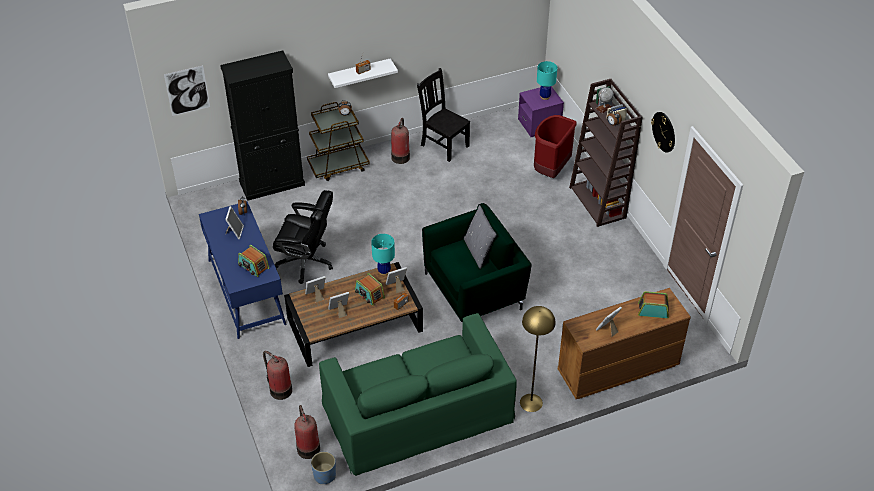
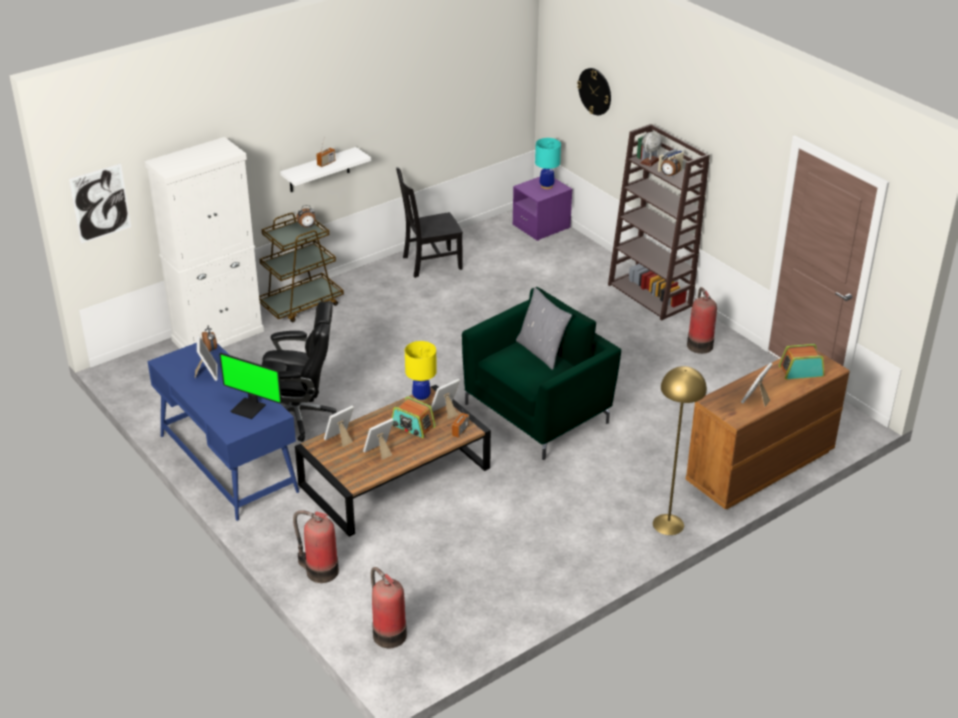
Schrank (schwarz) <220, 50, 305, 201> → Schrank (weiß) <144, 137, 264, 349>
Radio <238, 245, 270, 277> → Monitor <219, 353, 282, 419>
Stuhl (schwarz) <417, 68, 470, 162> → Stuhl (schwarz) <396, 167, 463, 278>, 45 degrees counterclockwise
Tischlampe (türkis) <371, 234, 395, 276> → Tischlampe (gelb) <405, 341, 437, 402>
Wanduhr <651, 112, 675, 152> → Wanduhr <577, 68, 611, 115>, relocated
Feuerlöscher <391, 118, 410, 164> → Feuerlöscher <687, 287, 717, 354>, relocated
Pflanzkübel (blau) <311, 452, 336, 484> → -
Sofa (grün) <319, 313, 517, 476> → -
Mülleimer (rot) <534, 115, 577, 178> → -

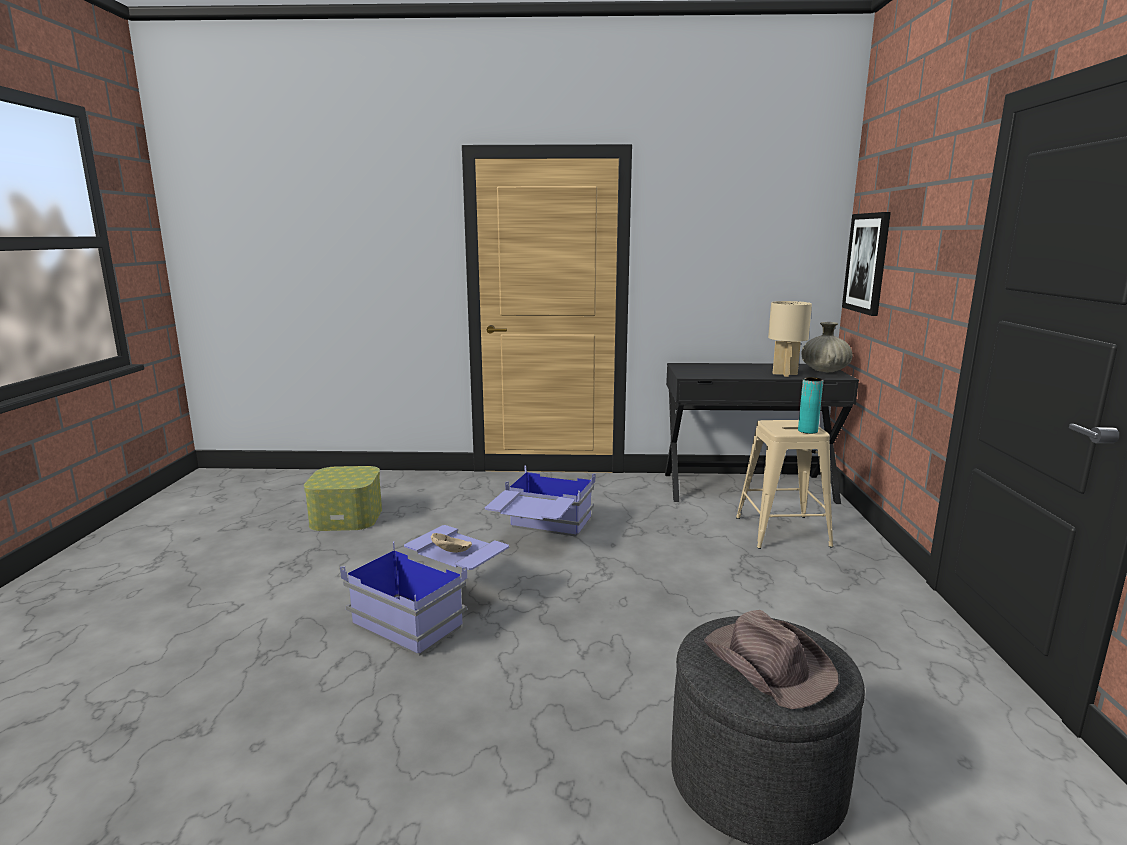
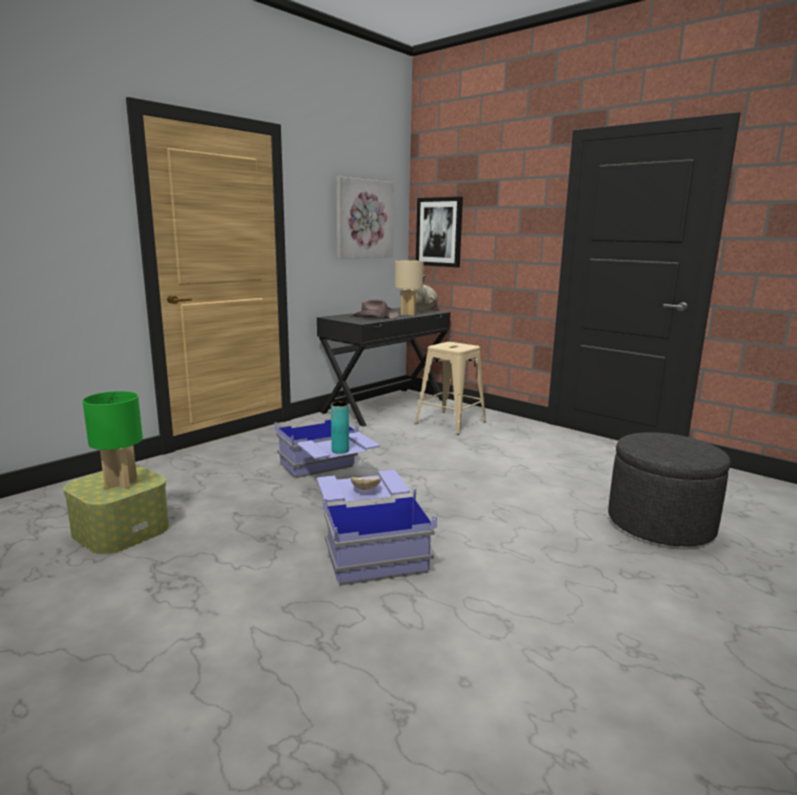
- → Tischlampe (grün) <83, 391, 143, 489>
Vase (türkis) <798, 377, 823, 434> → Vase (türkis) <331, 401, 349, 454>, relocated
- → Bild <336, 177, 394, 259>
Hut (braun) <704, 610, 839, 709> → Hut (braun) <351, 299, 399, 319>, relocated

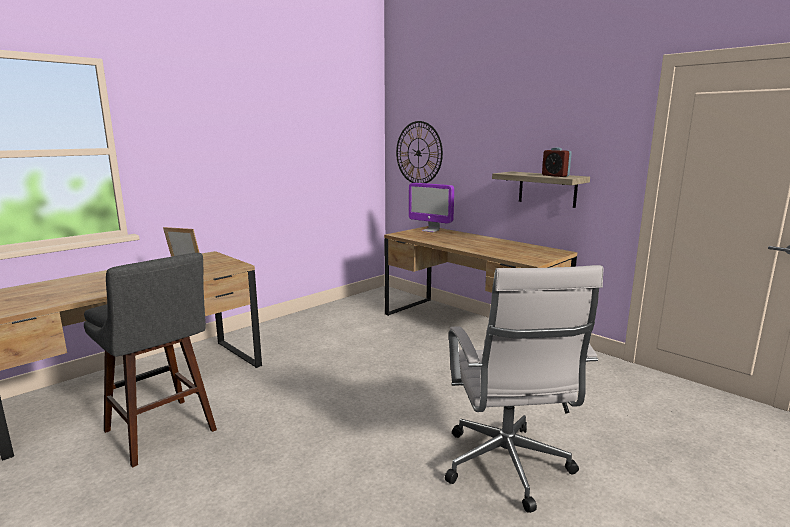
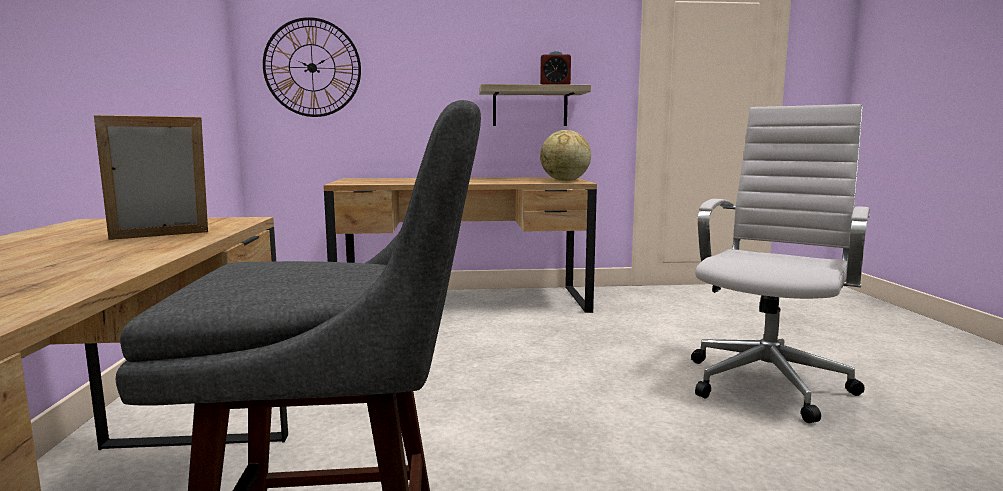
- → Globus <540, 130, 591, 181>
Bürostuhl (weiß) <445, 265, 603, 513> → Bürostuhl (weiß) <691, 104, 870, 423>, 90 degrees counterclockwise
Monitor <408, 183, 454, 232> → -

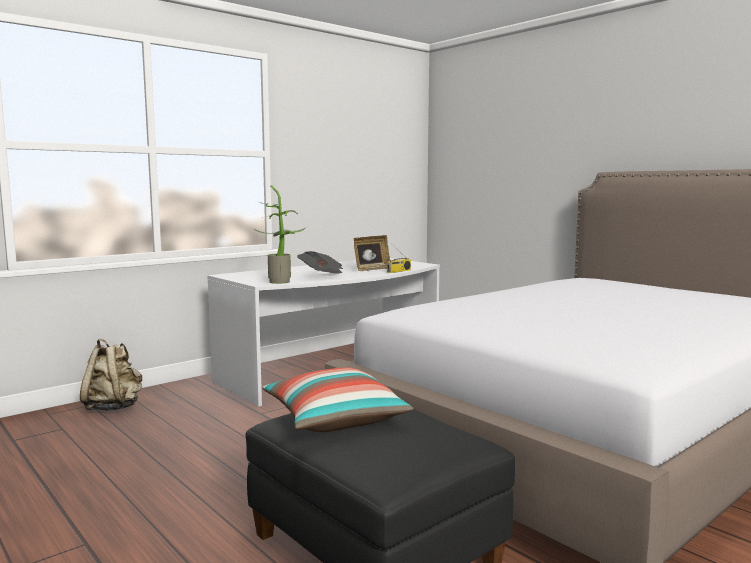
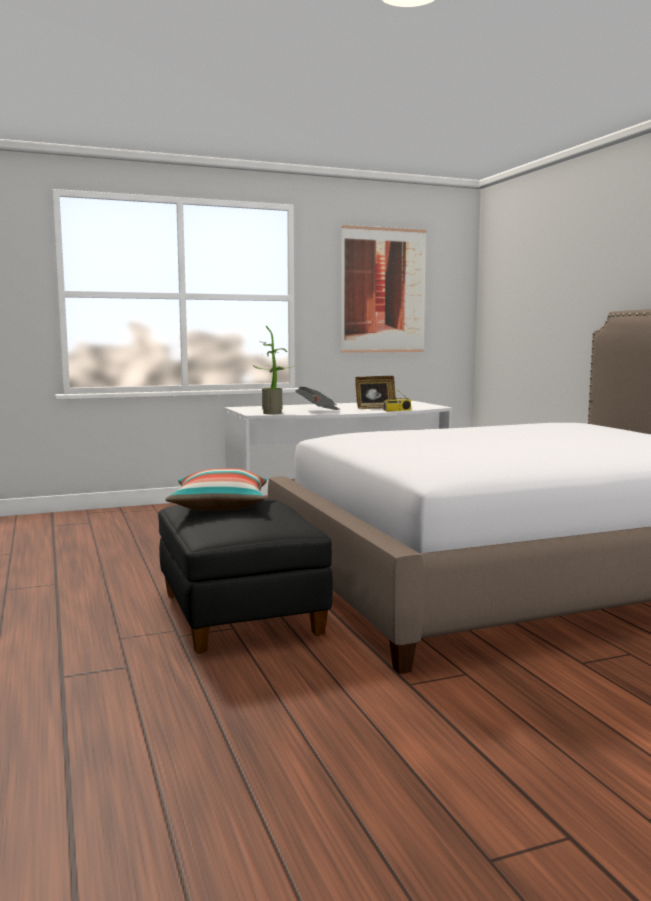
- → Bild <341, 225, 427, 353>
Rucksack (beige) <80, 339, 142, 411> → -

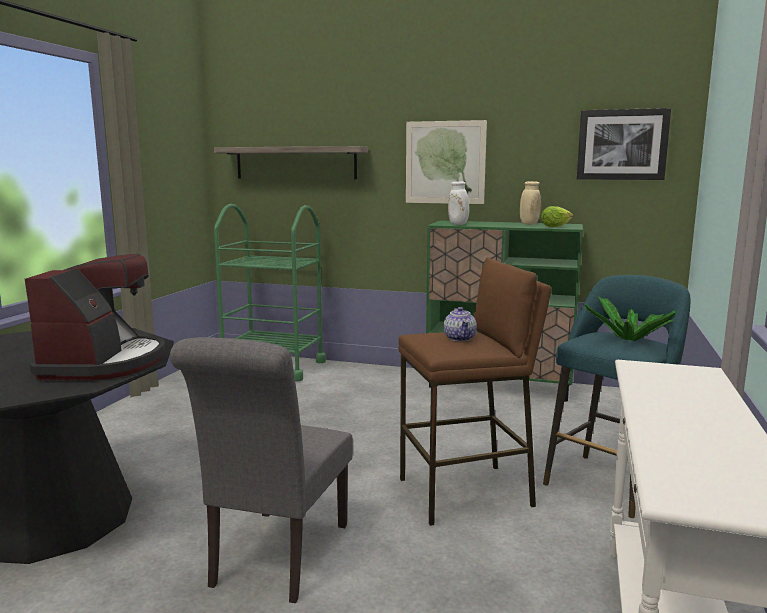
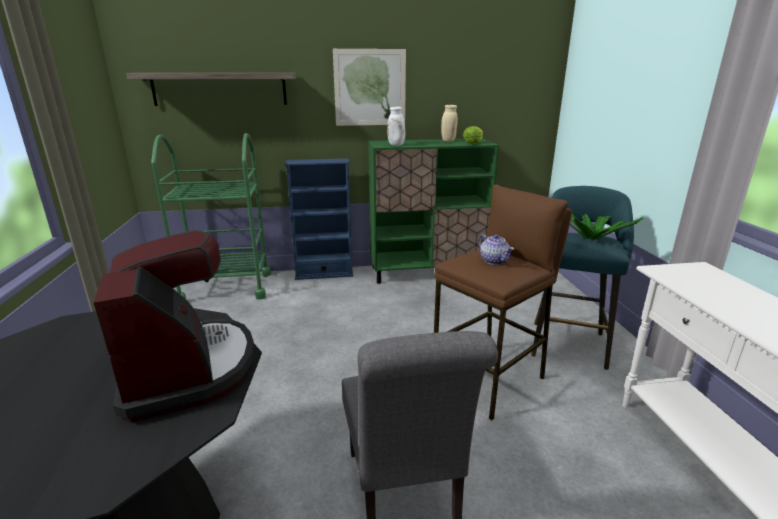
- → Bücherregal (blau) <285, 158, 353, 280>
Bild <577, 108, 671, 180> → -

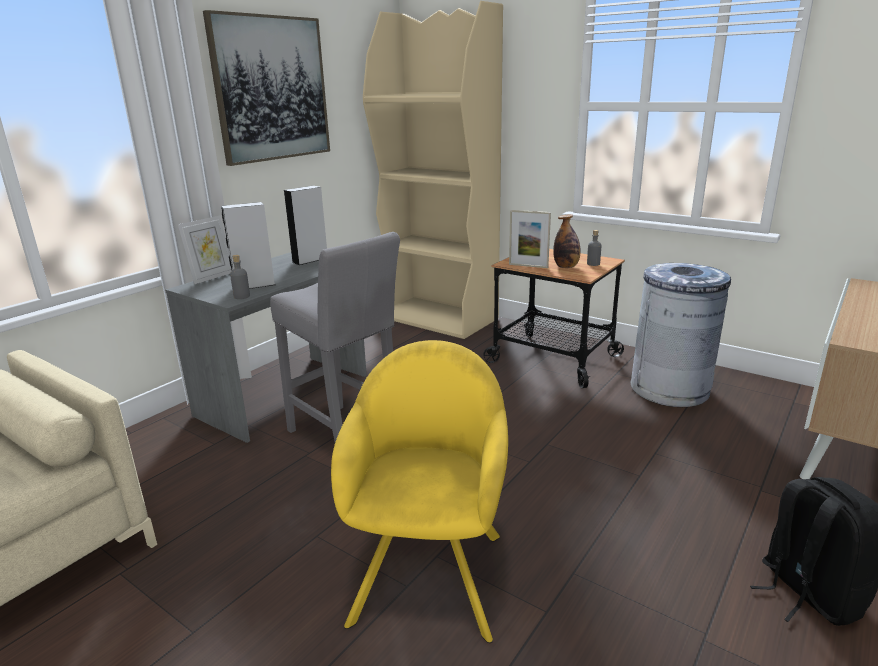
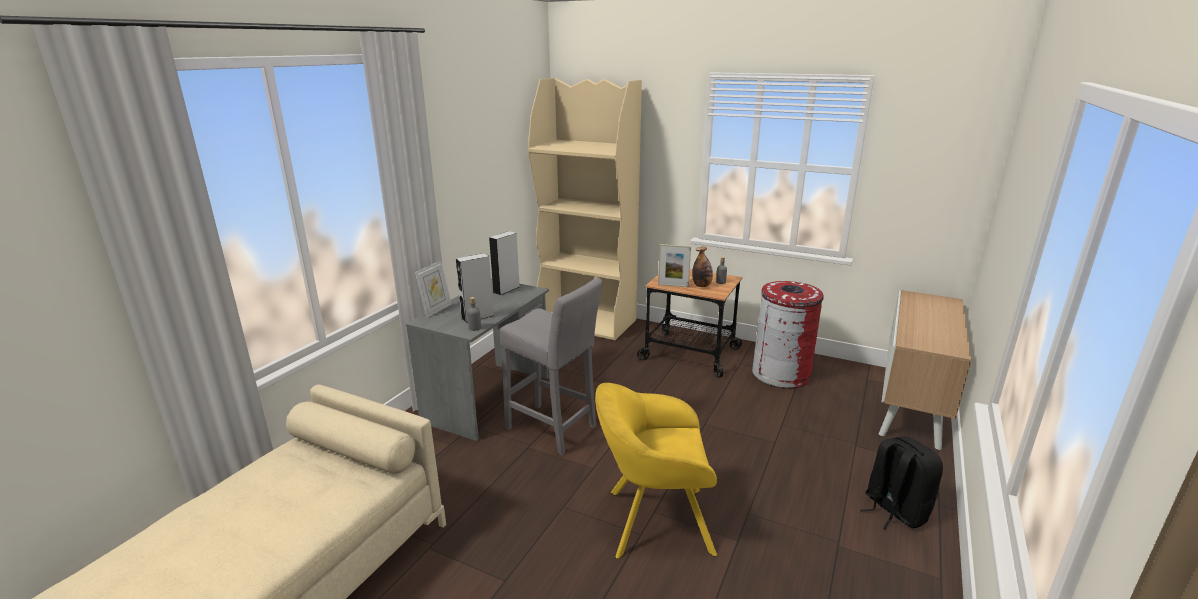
Sessel (gelb) <331, 340, 508, 643> → Sessel (gelb) <595, 383, 717, 559>, 90 degrees counterclockwise
Mülleimer (grau) <630, 263, 731, 407> → Mülleimer (rot) <752, 281, 824, 388>
Bild <203, 10, 330, 166> → -

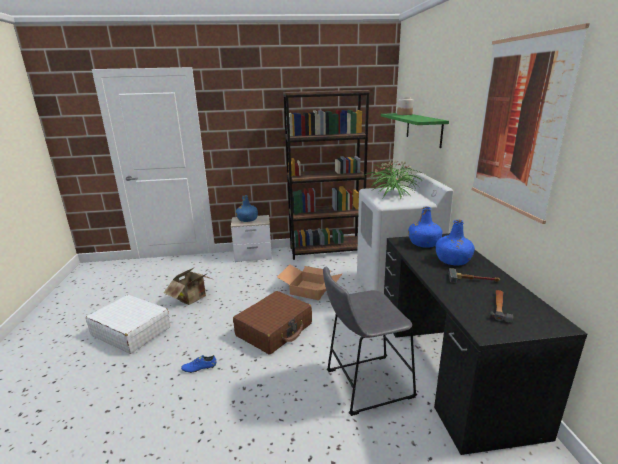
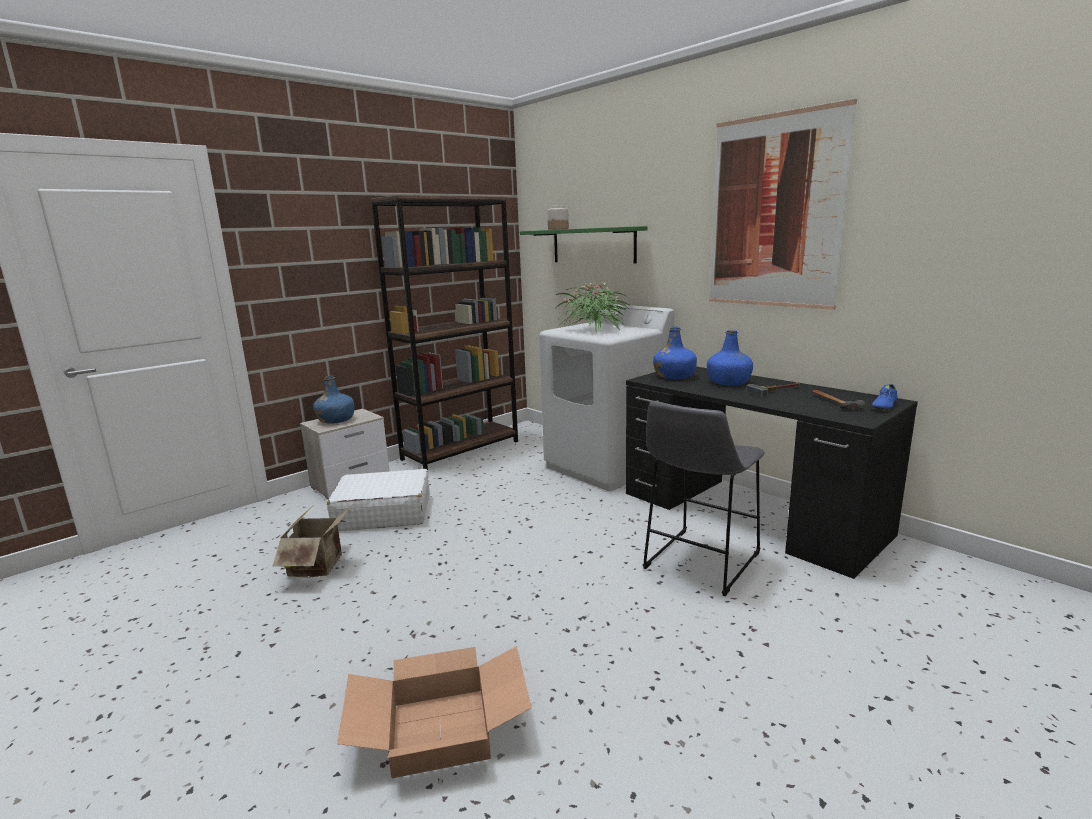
Koffer (weiß) <86, 295, 171, 354> → Koffer (weiß) <327, 469, 430, 531>, relocated
Karton <277, 265, 343, 300> → Karton <337, 646, 531, 778>, relocated
Schuh (blau) <181, 355, 216, 373> → Schuh (blau) <872, 384, 897, 411>, relocated
Koffer (braun) <233, 291, 312, 355> → -

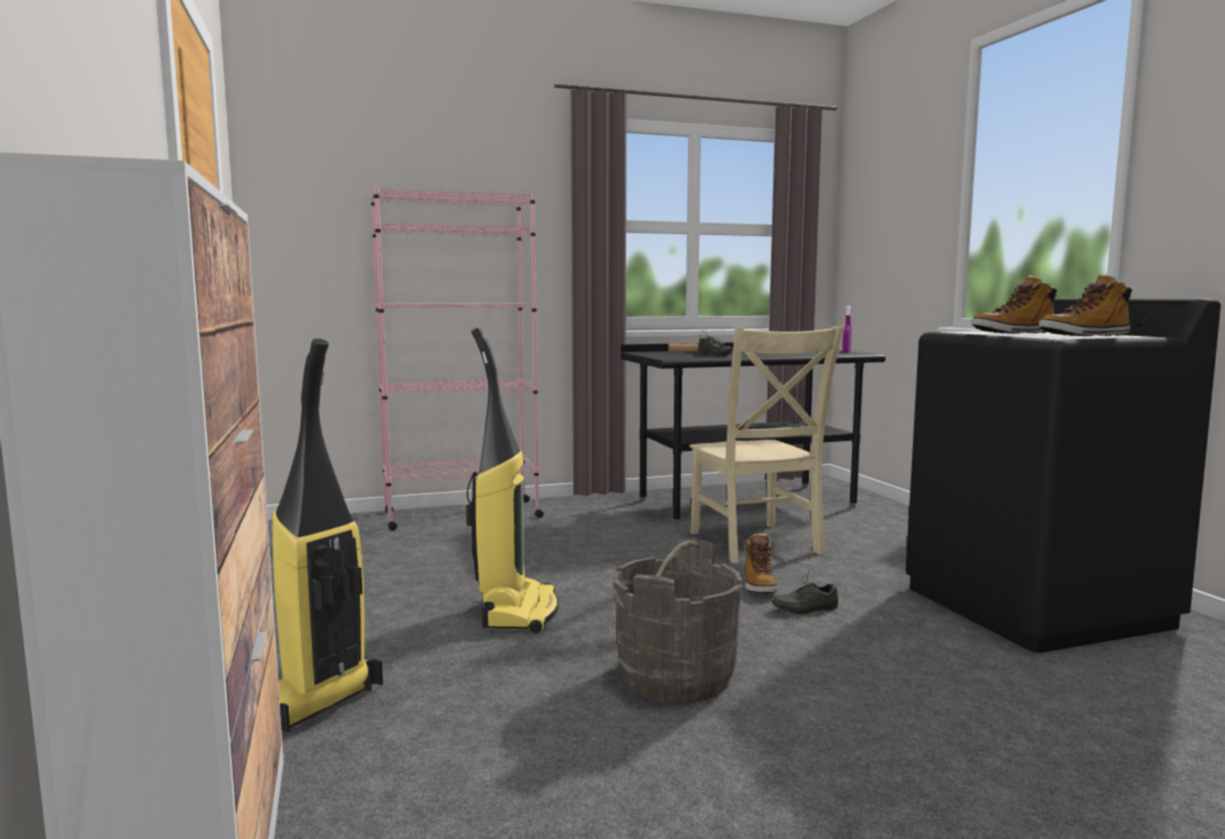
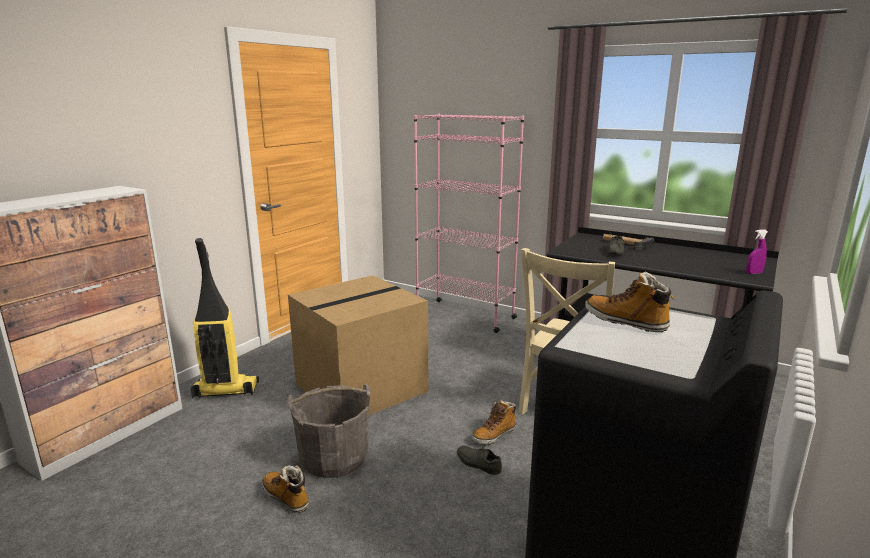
Stiefel <1039, 274, 1132, 336> → Stiefel <262, 465, 309, 513>, relocated
Staubsauger <466, 327, 559, 633> → Karton <288, 275, 428, 415>

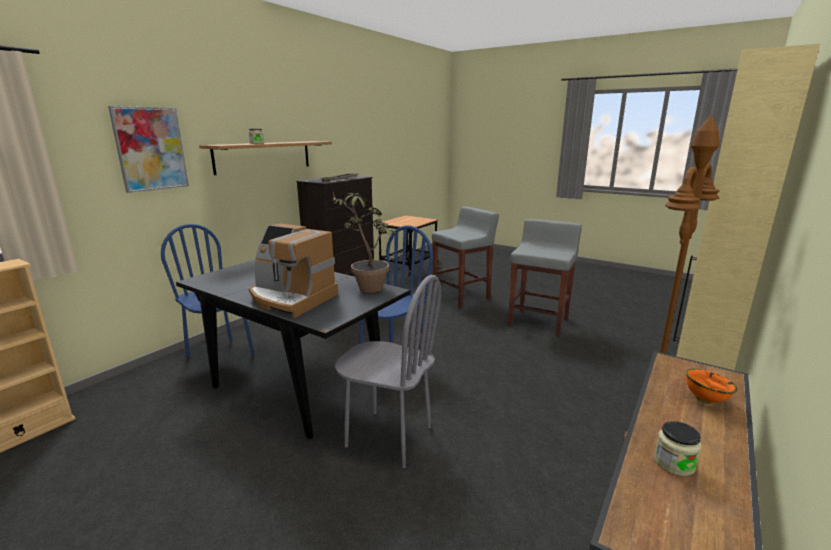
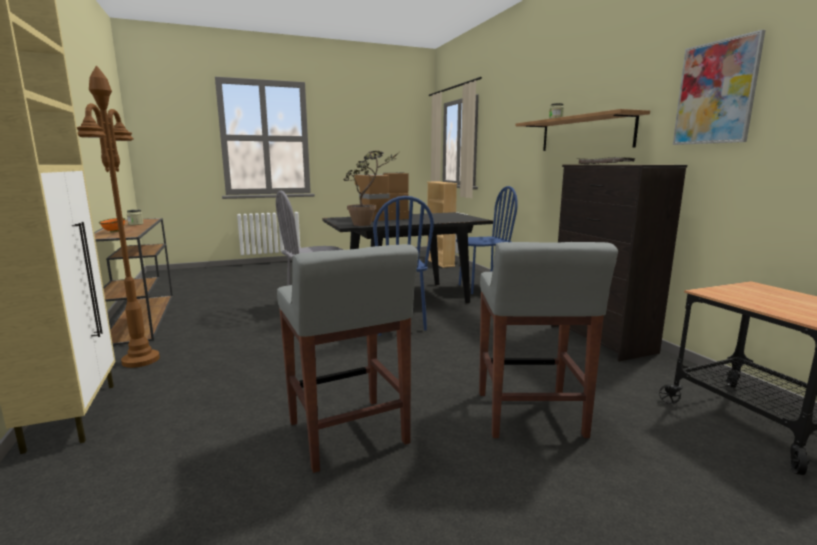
Bild <108, 106, 189, 193> → Bild <673, 30, 765, 145>, relocated

